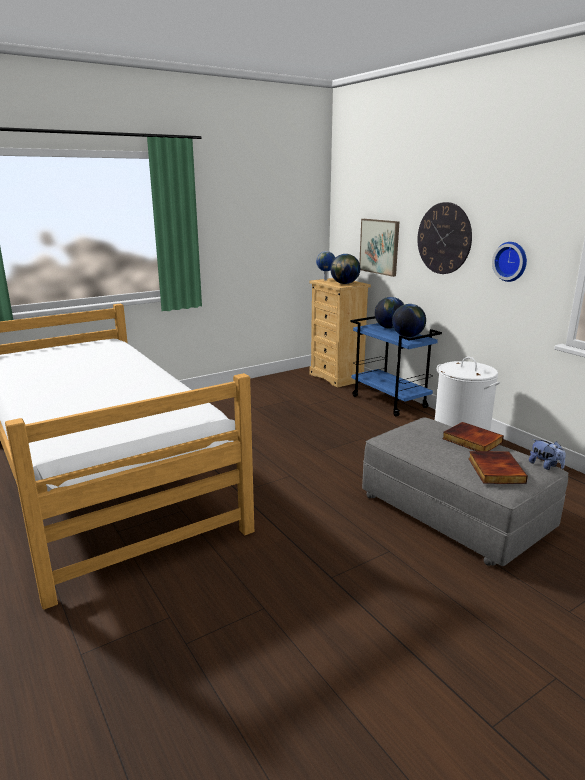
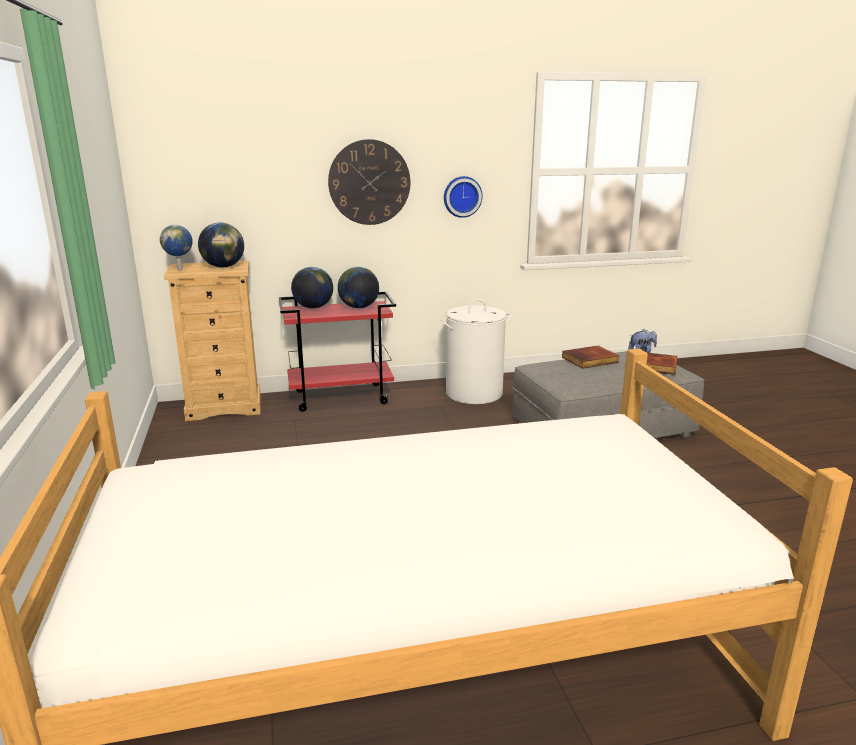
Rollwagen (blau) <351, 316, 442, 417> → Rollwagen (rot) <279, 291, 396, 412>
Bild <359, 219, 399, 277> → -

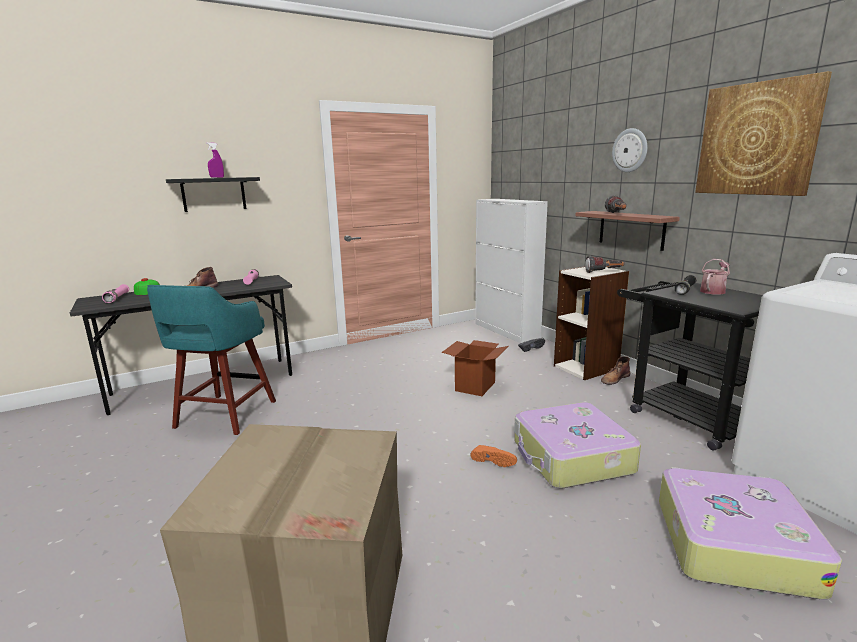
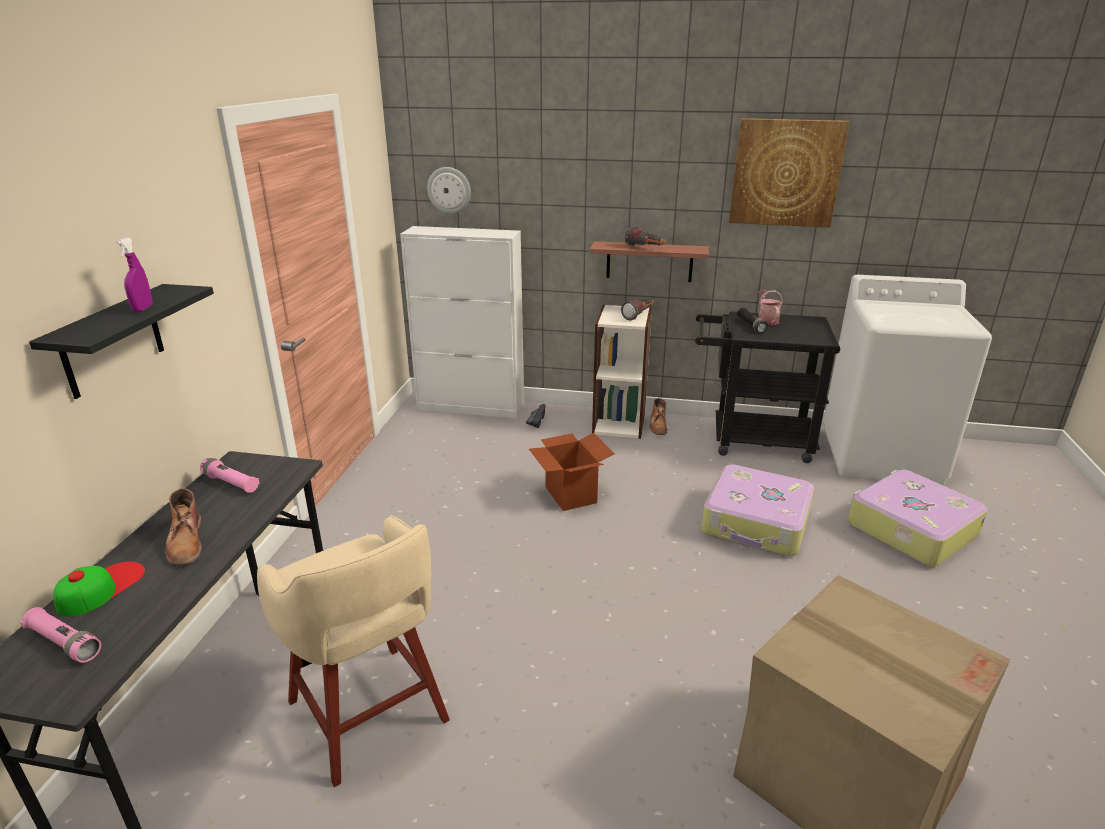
Hocker (türkis) <147, 285, 276, 435> → Hocker (beige) <257, 515, 450, 787>
Wanduhr <612, 128, 648, 172> → Wanduhr <427, 167, 471, 214>, relocated
Schuh (orange) <470, 445, 517, 467> → -

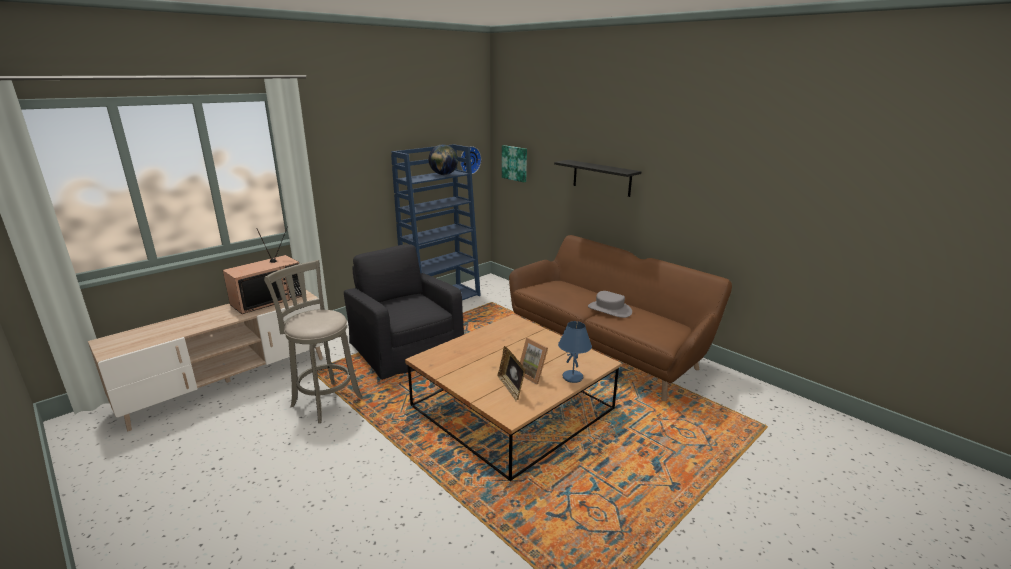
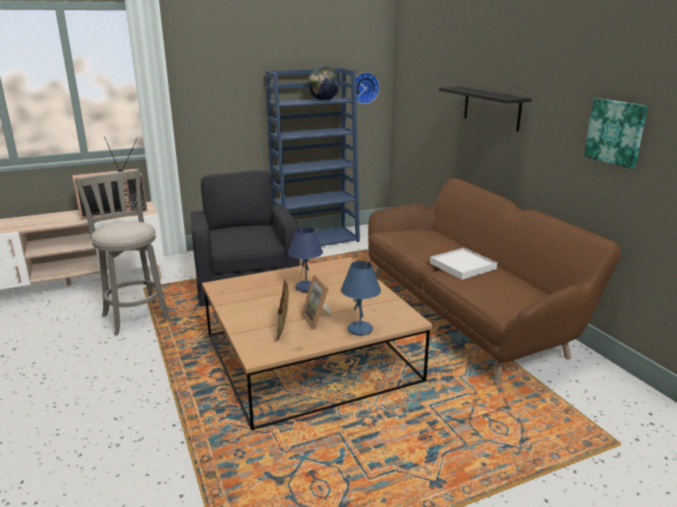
- → Tischlampe (blau) <288, 227, 323, 292>
Hut (grau) <588, 291, 632, 318> → Tablett (weiß) <430, 248, 497, 280>
Bild <502, 145, 527, 182> → Bild <584, 98, 648, 169>, relocated

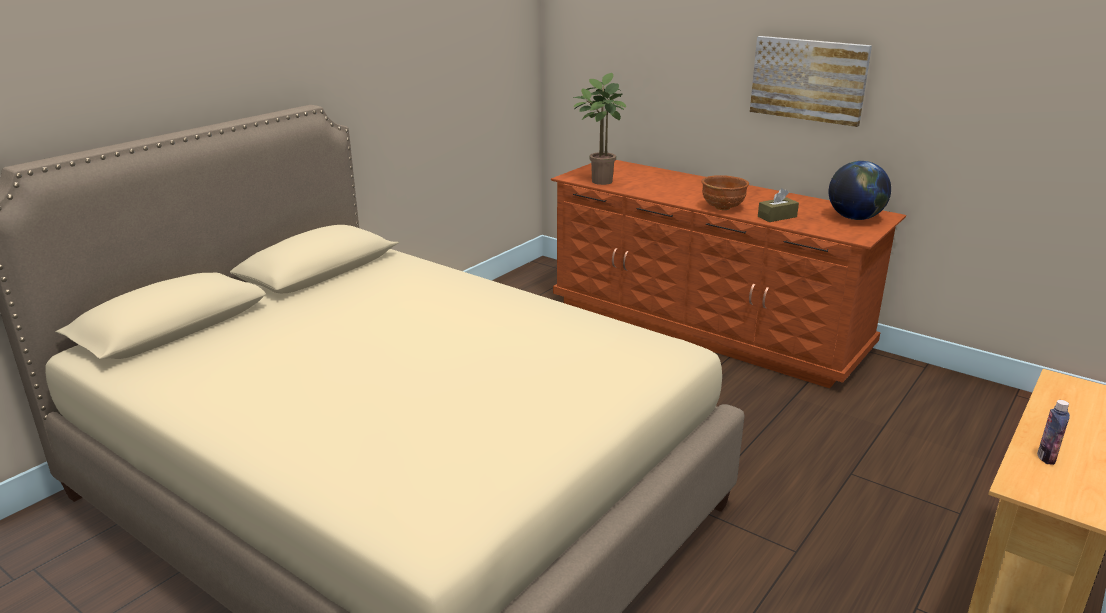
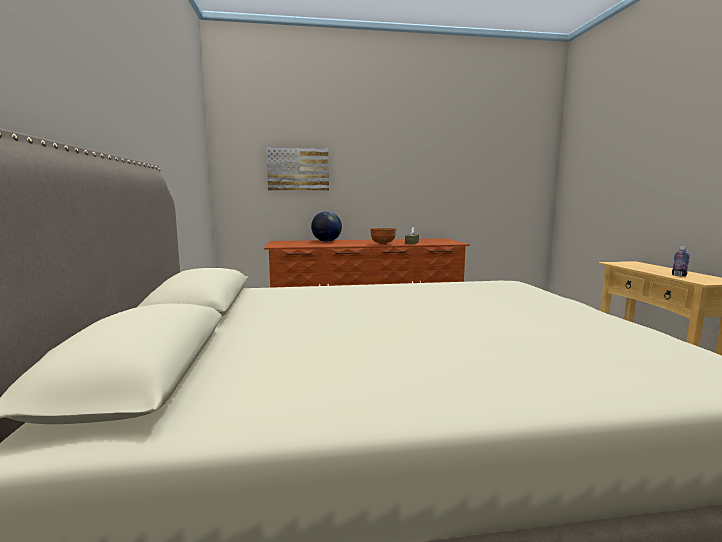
Bild <750, 36, 872, 127> → Bild <266, 148, 329, 191>, relocated
Globus <829, 161, 891, 220> → Globus <311, 211, 342, 242>, relocated
Topfpflanze <573, 73, 626, 185> → -

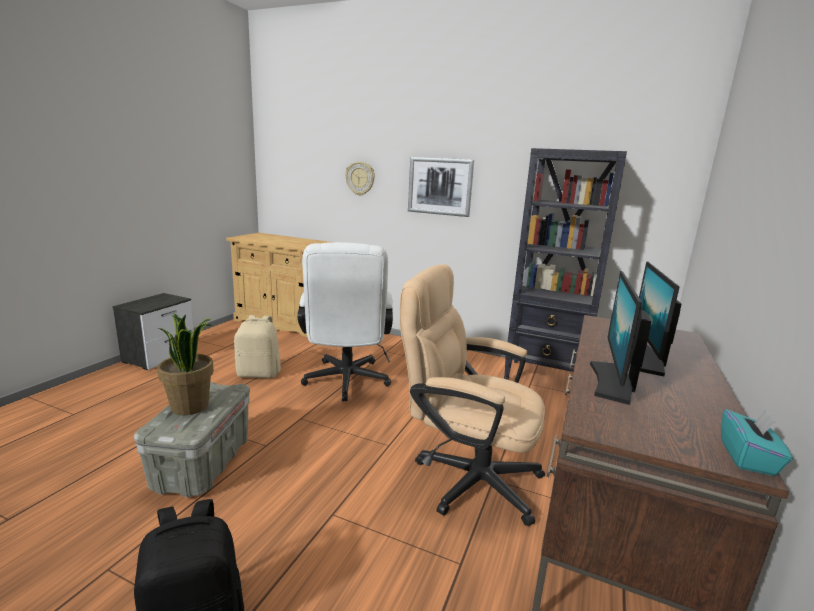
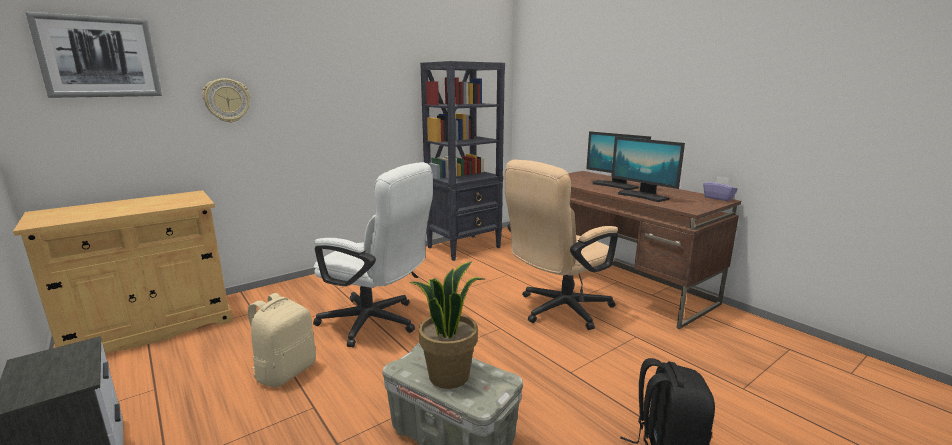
Bild <408, 157, 474, 217> → Bild <26, 12, 162, 98>, relocated
Taschentuchbox (türkis) <721, 409, 793, 476> → Taschentuchbox (lila) <703, 176, 738, 201>

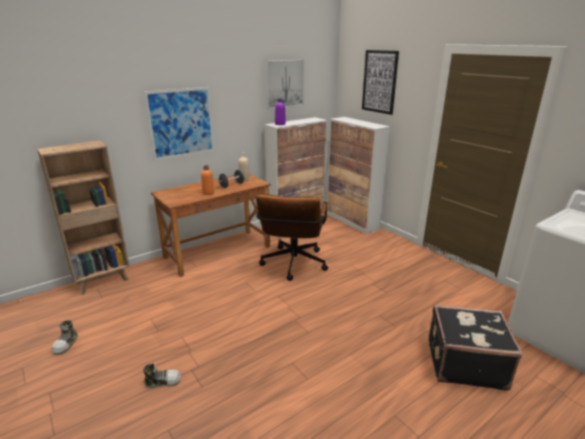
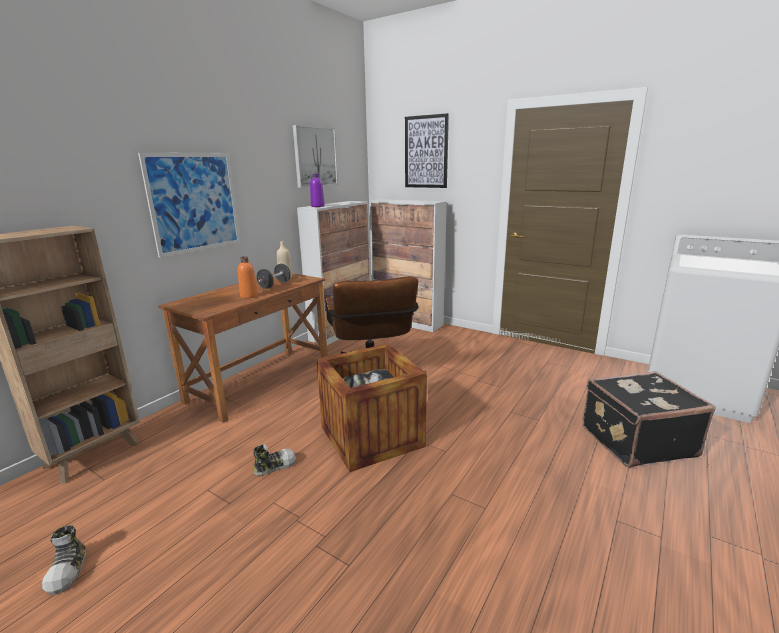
Schuh <143, 363, 181, 388> → Schuh <253, 444, 296, 476>, relocated
- → Kiste <316, 344, 427, 472>

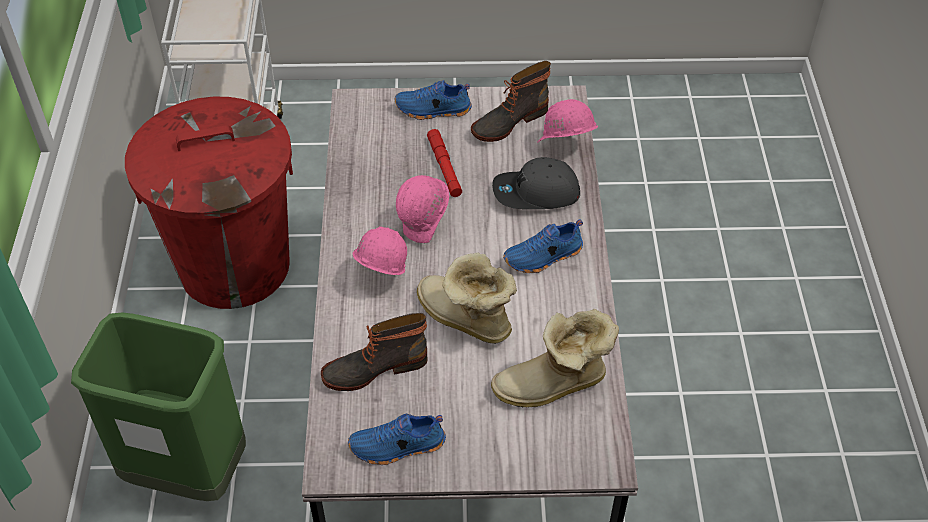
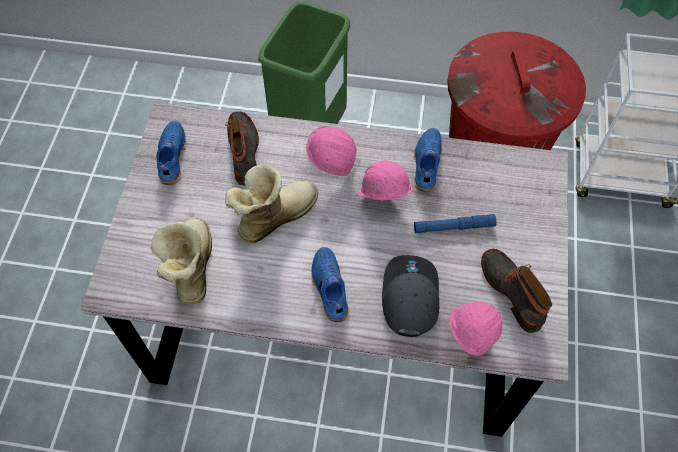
Schuh (blau) <395, 80, 472, 120> → Schuh (blau) <414, 128, 442, 192>, relocated
Taschenlampe (rot) <427, 129, 462, 197> → Taschenlampe (blau) <414, 214, 497, 233>

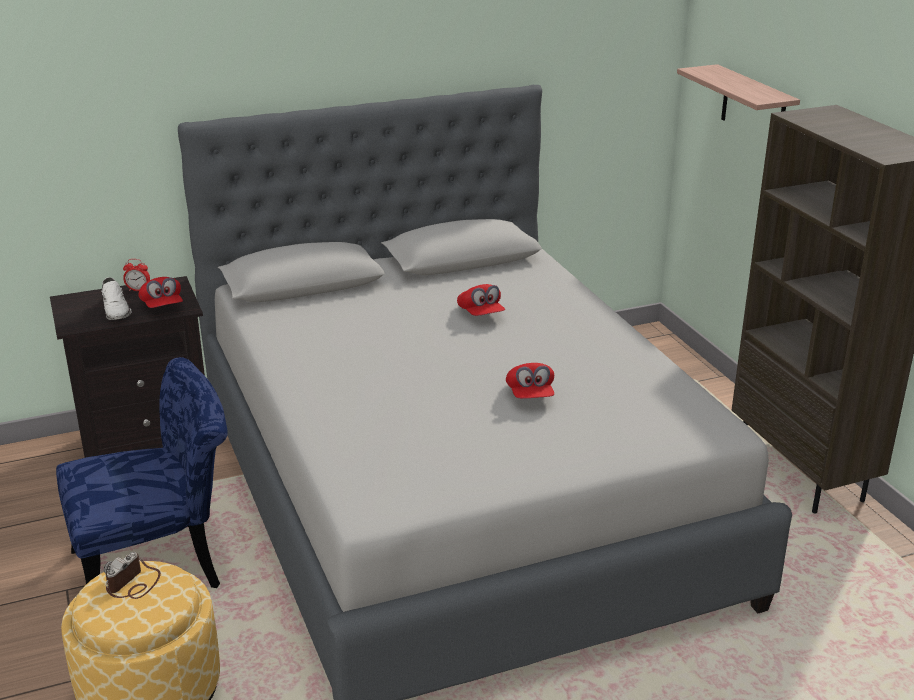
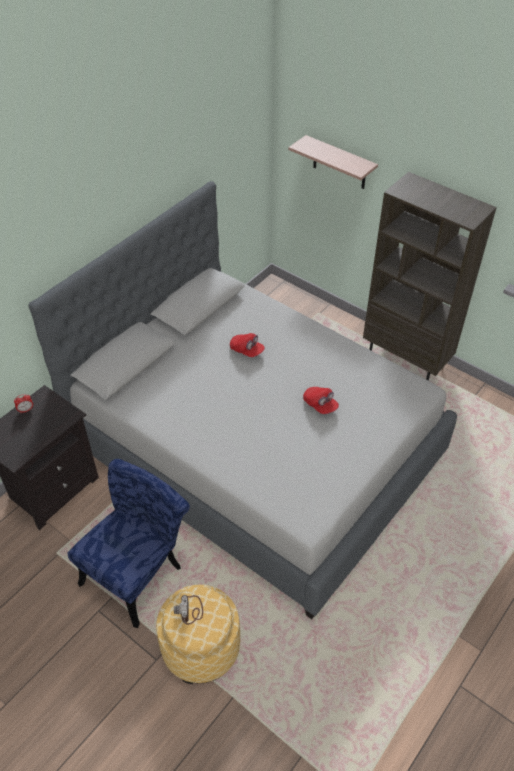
Schuh (weiß) <101, 277, 132, 320> → -
Kappe (rot) <138, 277, 183, 308> → -

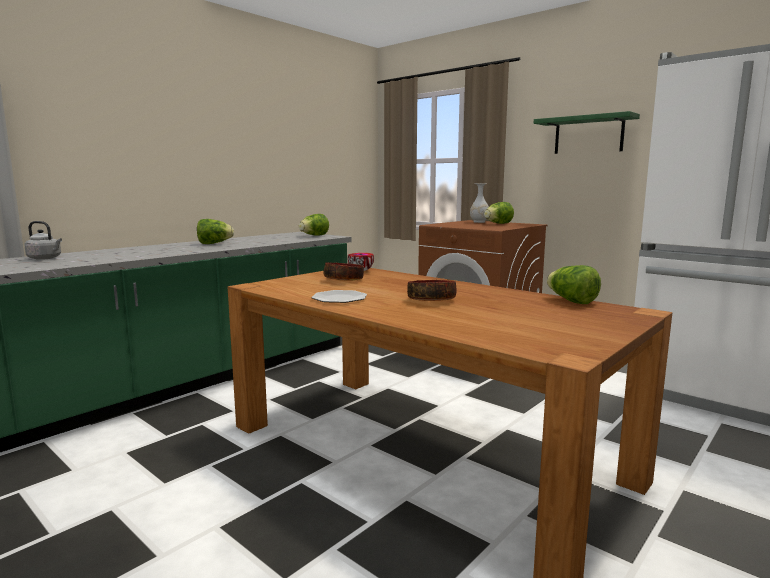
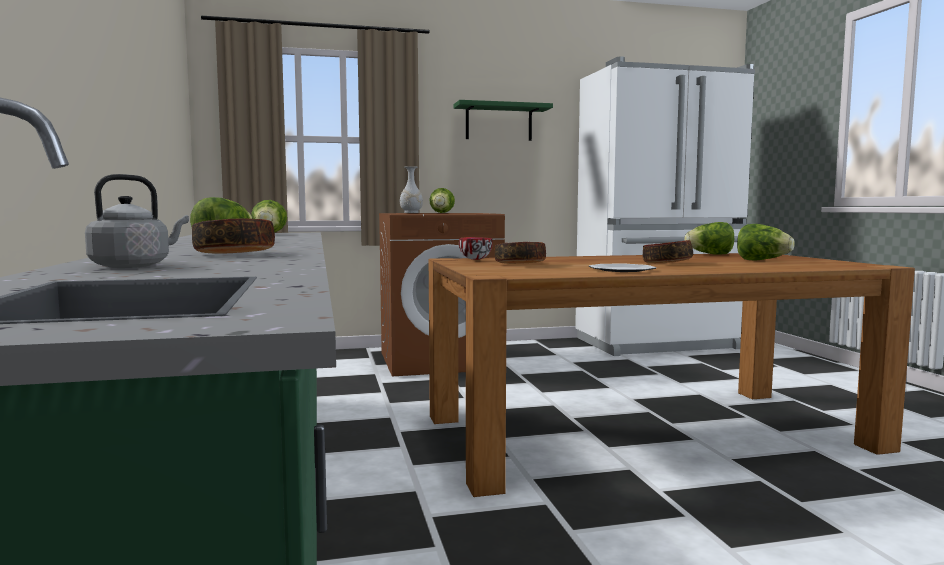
- → Schüssel <192, 218, 275, 254>
- → Salatkopf <737, 224, 795, 261>

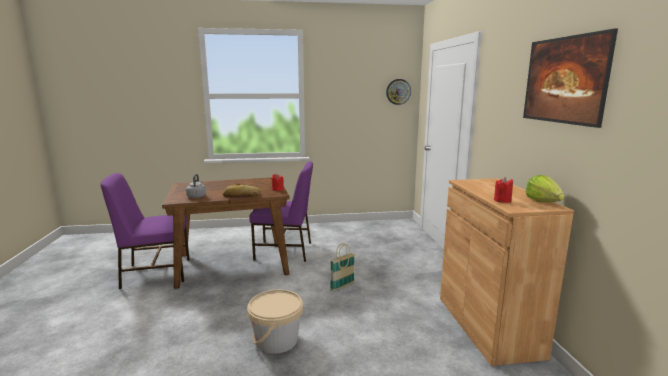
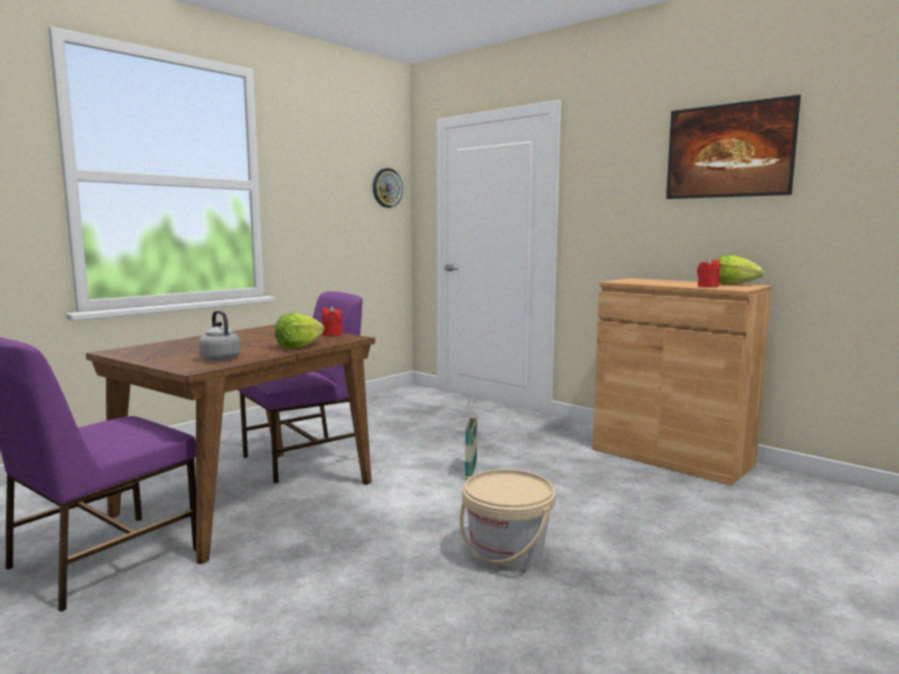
Brot <223, 184, 261, 197> → Salatkopf <275, 313, 324, 348>

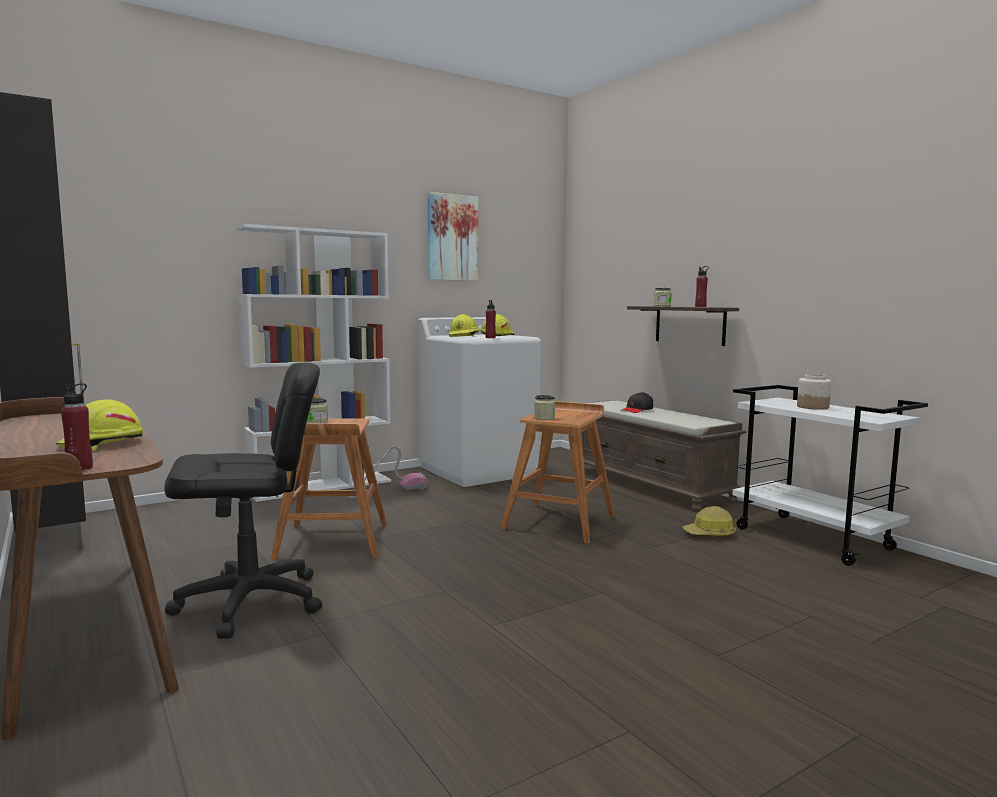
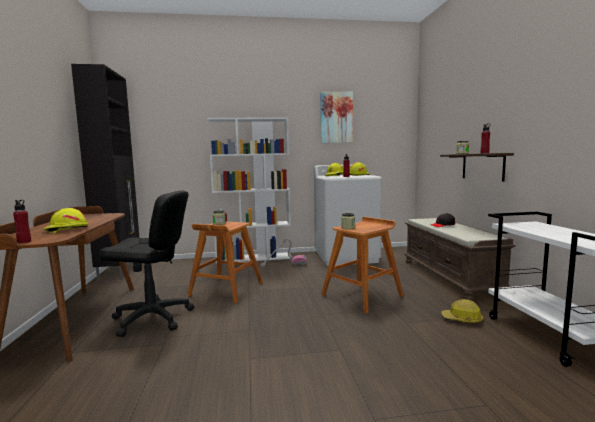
Vorratsglas <797, 374, 831, 410> → -

